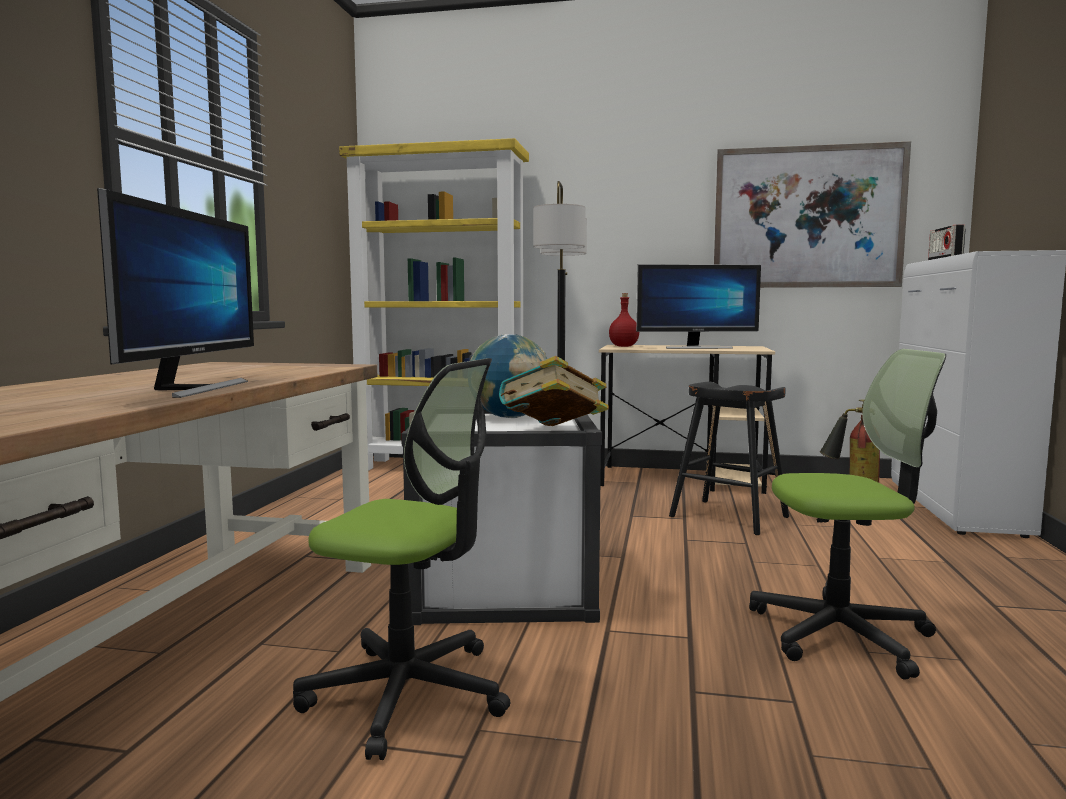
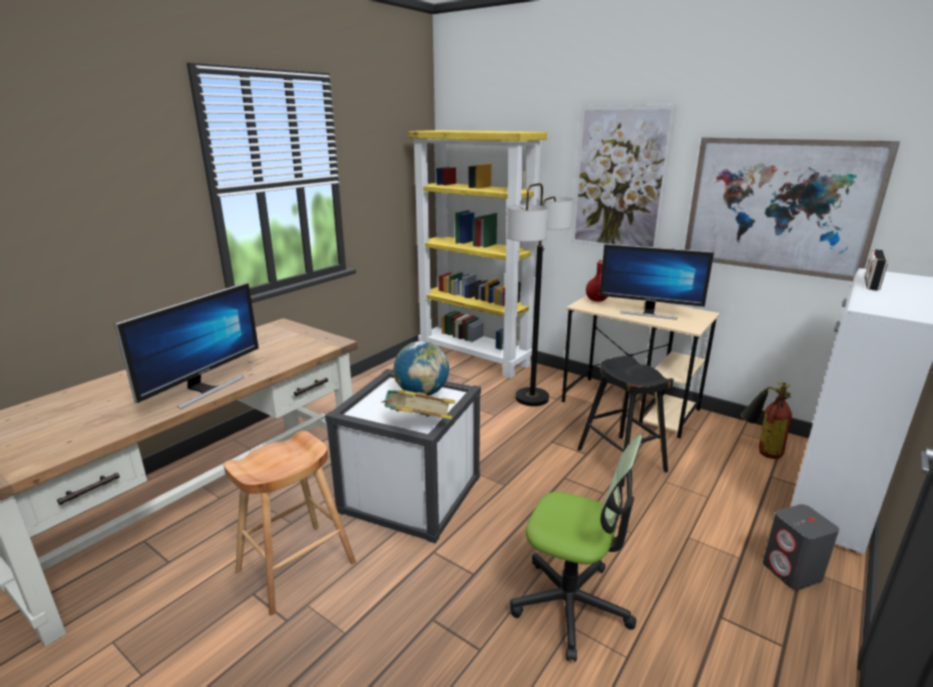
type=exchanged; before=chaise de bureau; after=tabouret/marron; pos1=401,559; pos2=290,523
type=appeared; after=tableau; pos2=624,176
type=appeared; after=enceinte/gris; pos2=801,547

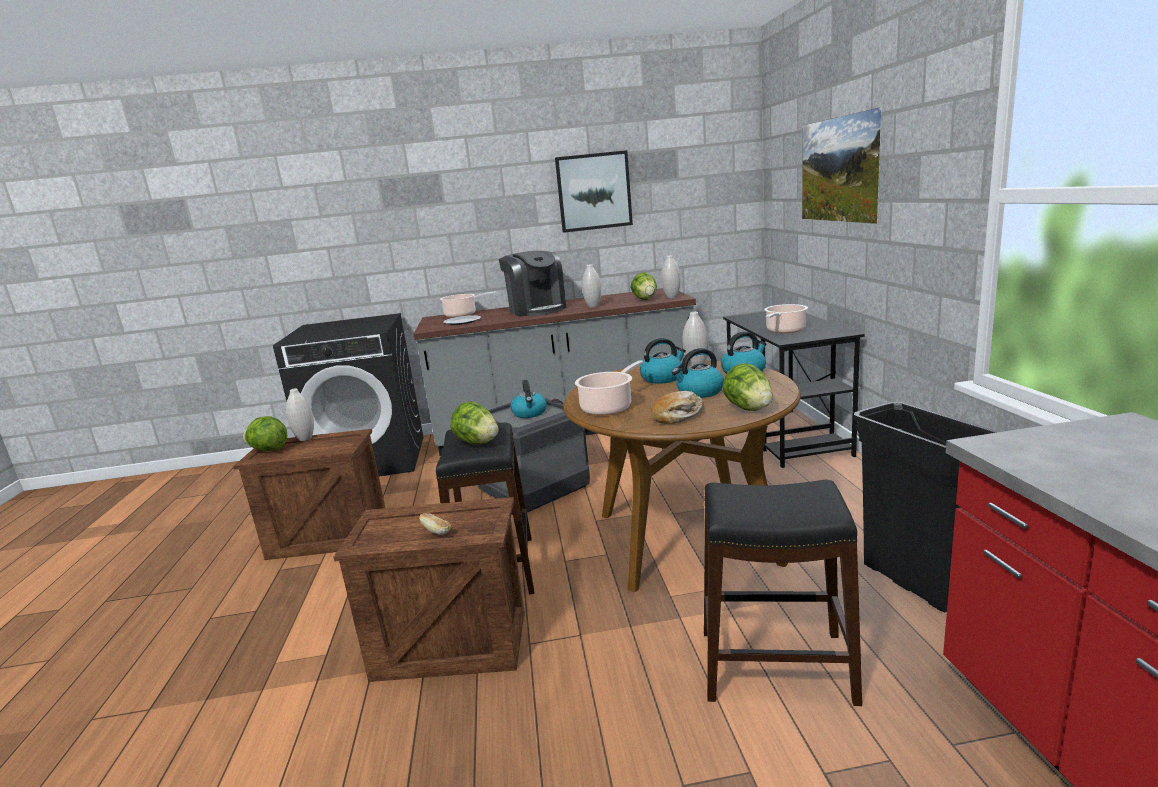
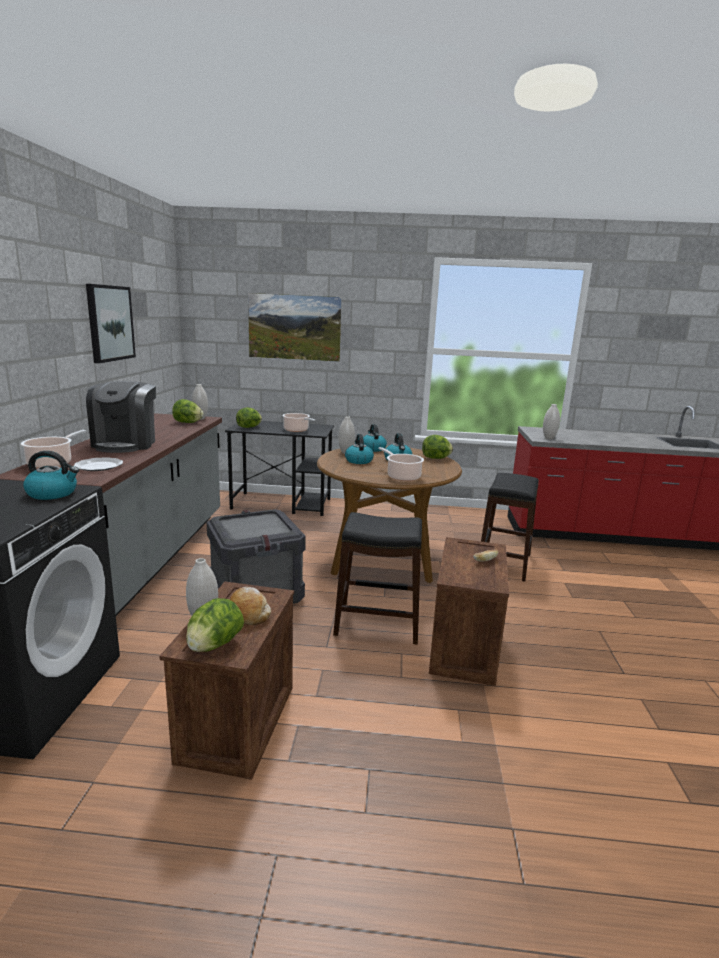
type=spun; before=machine à café; pos1=532,284; pos2=121,417; turn=105
type=relocated; before=vase/blanc; pos1=591,286; pos2=551,421
type=relocated; before=bouilloire; pos1=528,399; pos2=51,475
type=relocated; before=pain; pos1=677,407; pos2=250,606
type=relocated; before=laitue; pos1=474,423; pos2=249,417
type=missing; before=poubelle/noir; pos1=926,507

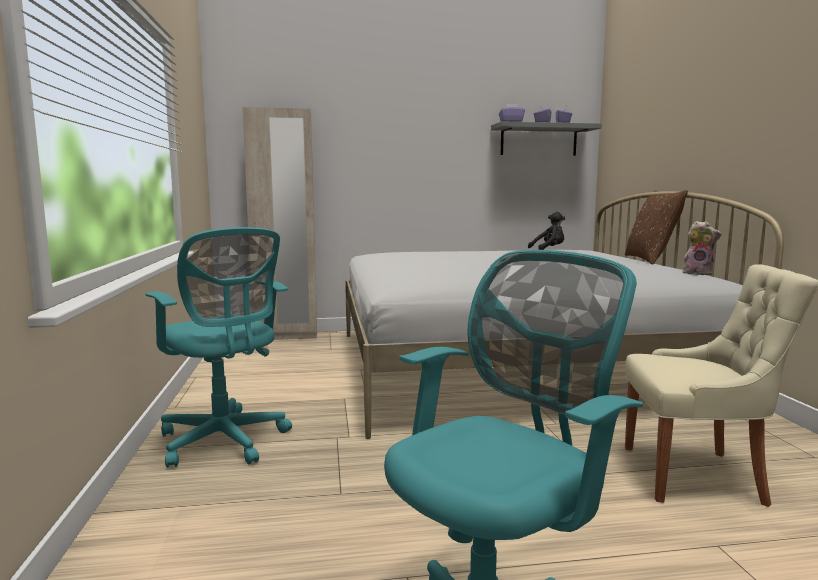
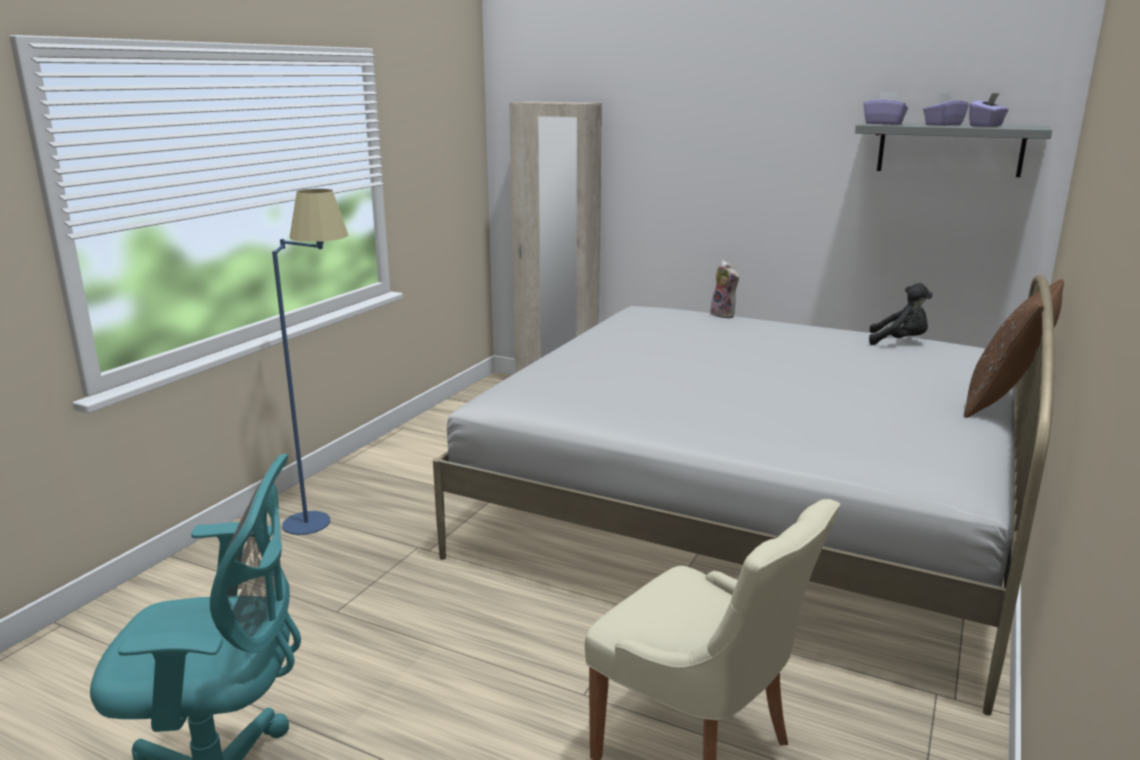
type=relocated; before=peluche; pos1=702,248; pos2=724,289
type=exchanged; before=chaise de bureau/turquoise; after=lampadaire/bleu; pos1=219,347; pos2=310,362

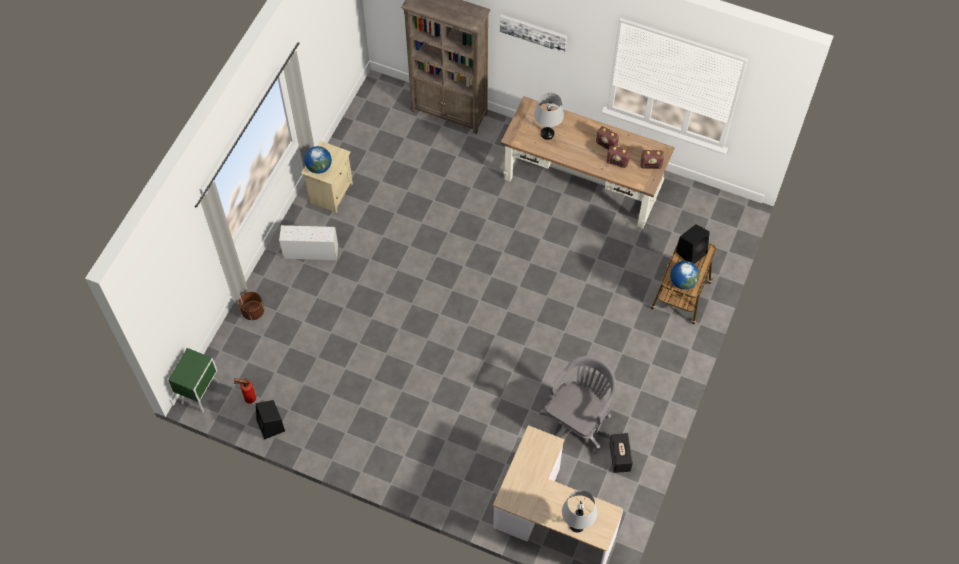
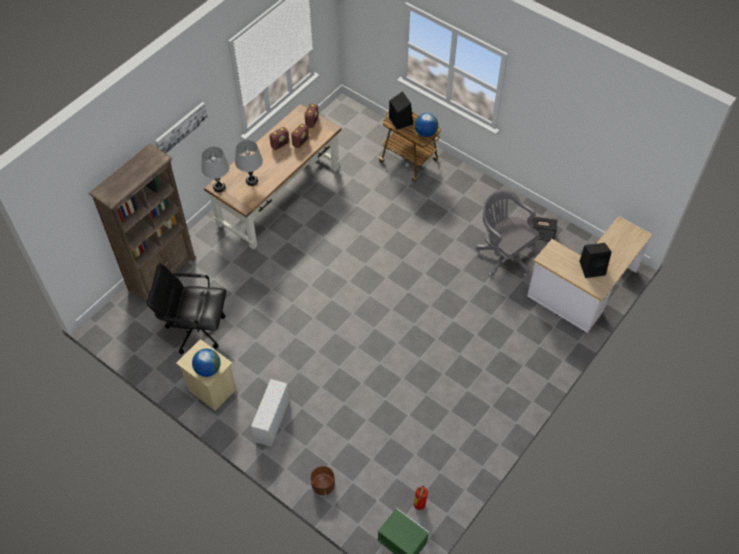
type=relocated; before=enceinte/noir; pos1=270,420; pos2=595,260
type=relocated; before=lampe de table/gris; pos1=580,511; pos2=215,169
type=appeared; after=chaise de bureau/noir; pos2=186,308

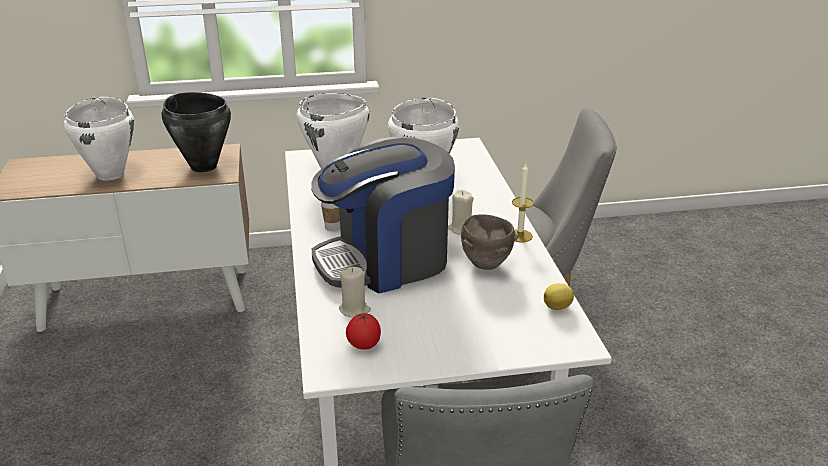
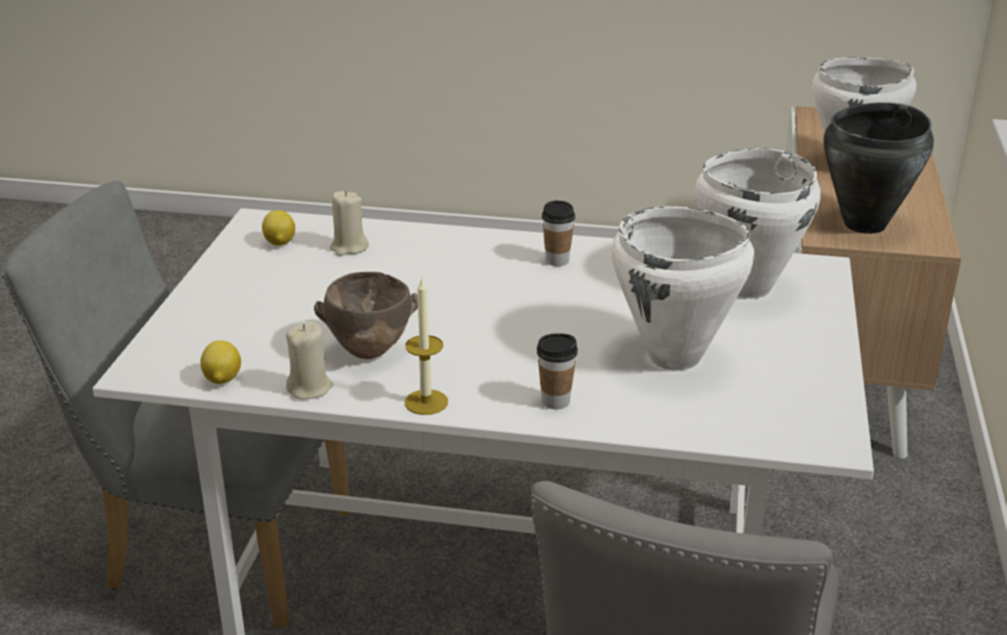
type=missing; before=machine à café; pos1=383,214
type=relocated; before=bougie/beige; pos1=461,212; pos2=309,360
type=exchanged; before=tomate; after=citron; pos1=363,331; pos2=278,228
type=appeared; after=tasse; pos2=557,371

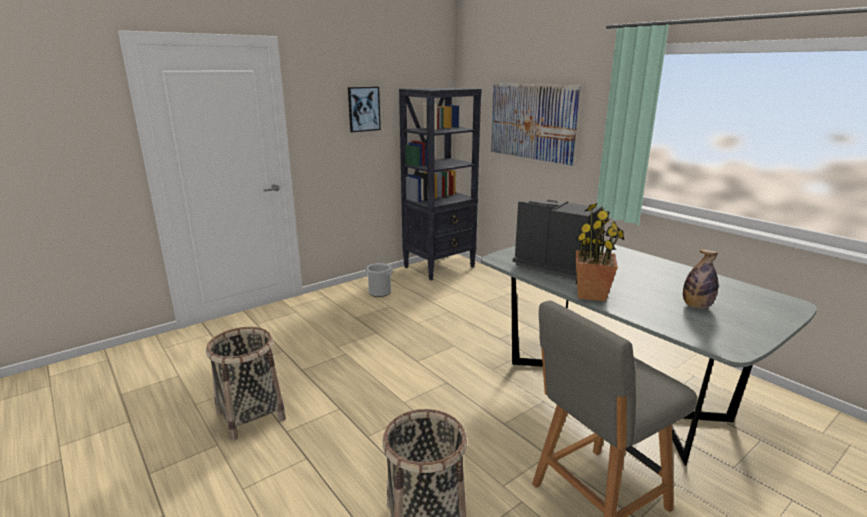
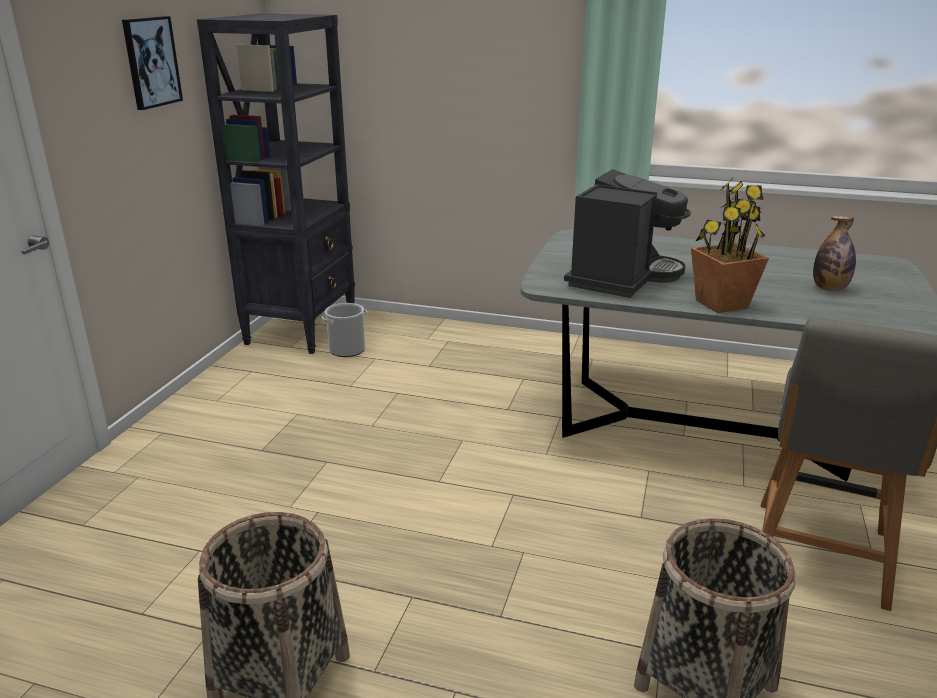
type=missing; before=tableau; pos1=536,124
type=spun; before=machine à café; pos1=558,239; pos2=627,233; turn=120
type=relocated; before=seau; pos1=379,280; pos2=344,330

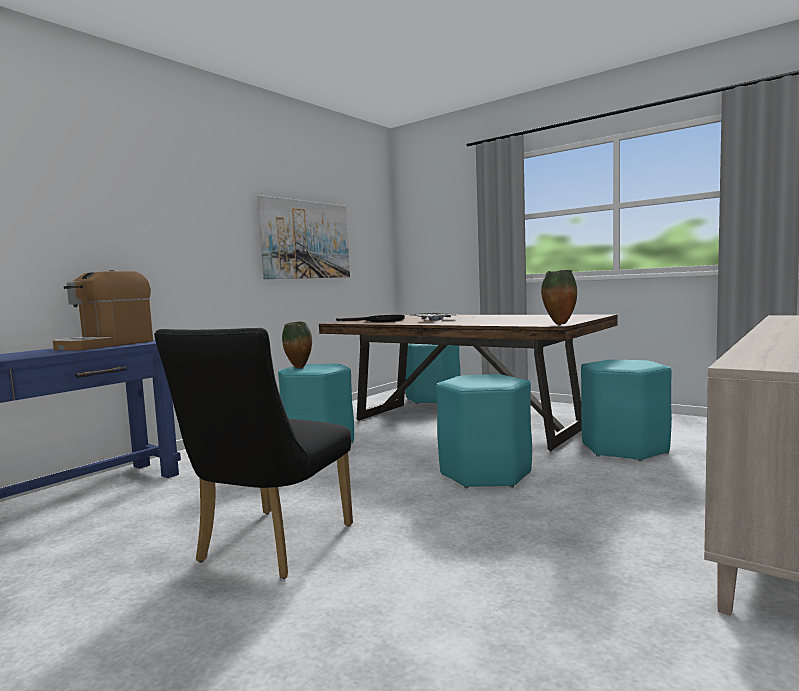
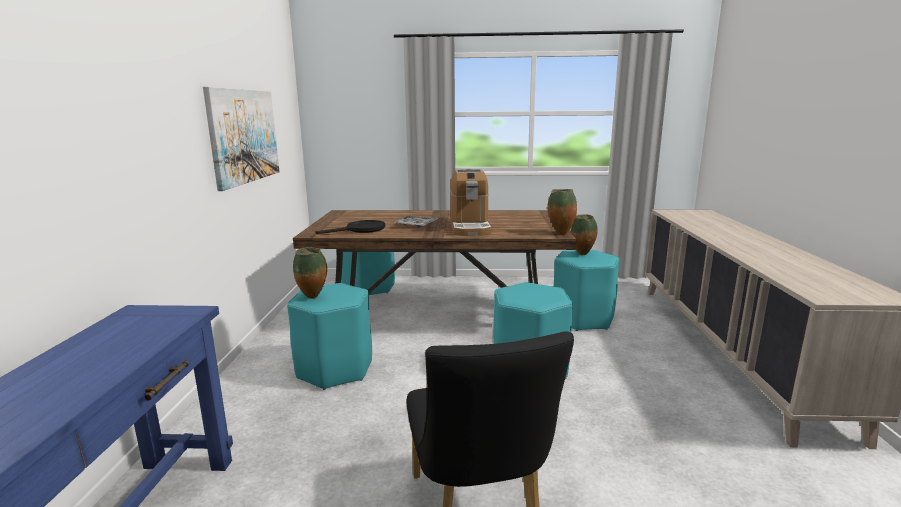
type=relocated; before=machine à café; pos1=103,310; pos2=470,202
type=appeared; after=vase; pos2=584,234

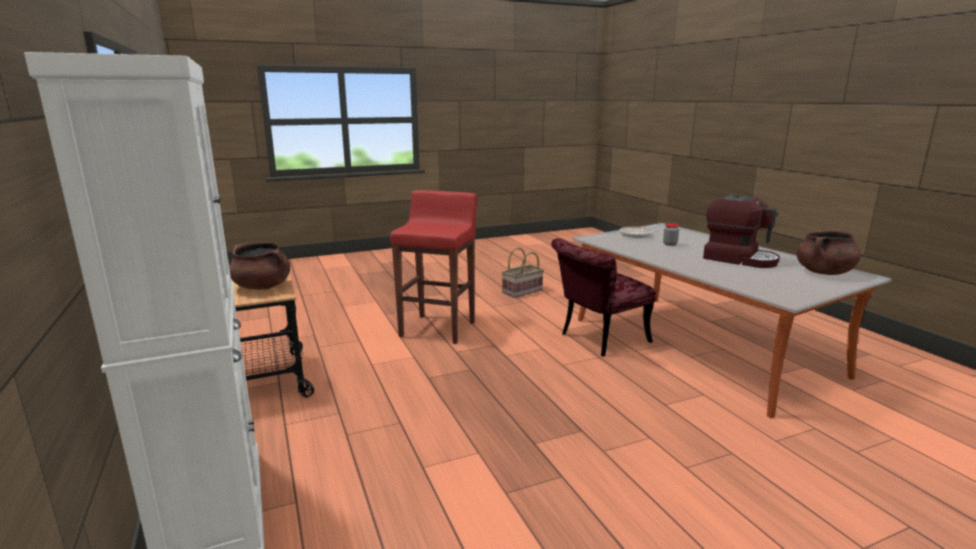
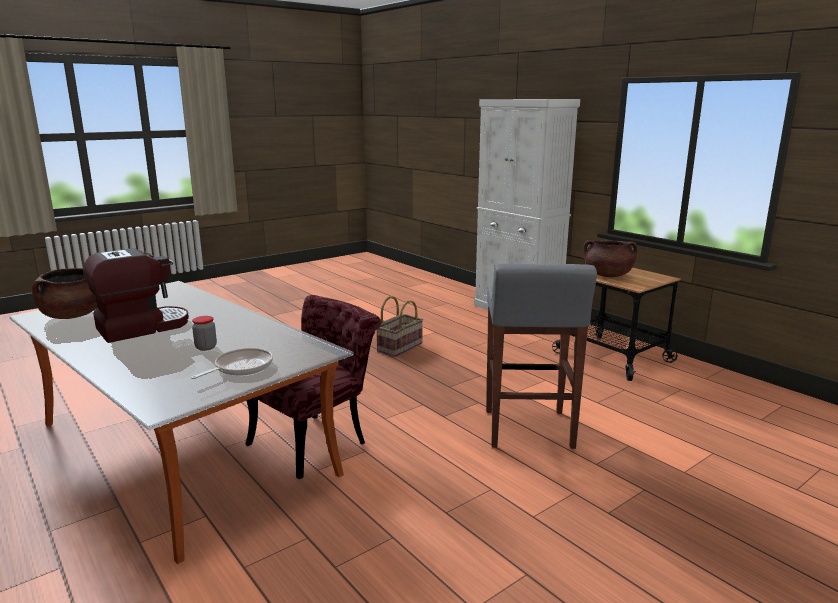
type=colour; before=tabouret/rouge; after=tabouret/gris; pos1=433,267; pos2=541,356
type=spun; before=machine à café; pos1=741,231; pos2=136,295; turn=120
type=relocated; before=panier; pos1=523,272; pos2=400,326

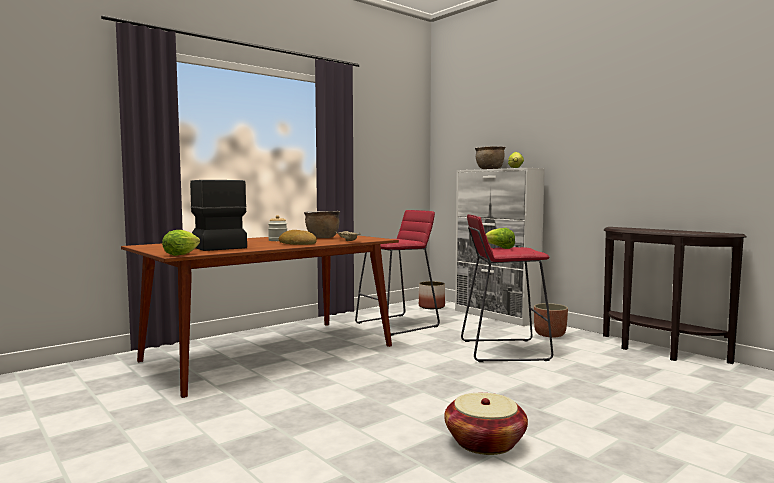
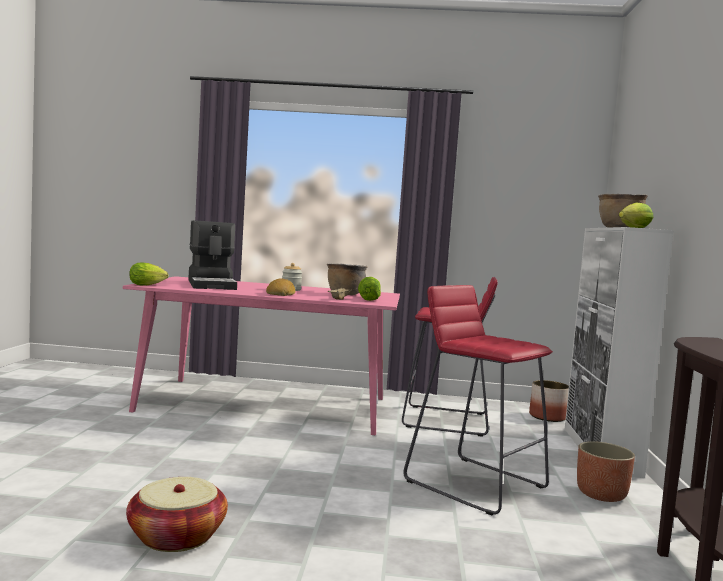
type=spun; before=machine à café; pos1=218,215; pos2=212,255; turn=150
type=relocated; before=laitue; pos1=500,238; pos2=369,289
type=colour; before=table à manger/marron; after=table à manger/rose; pos1=260,315; pos2=261,355

